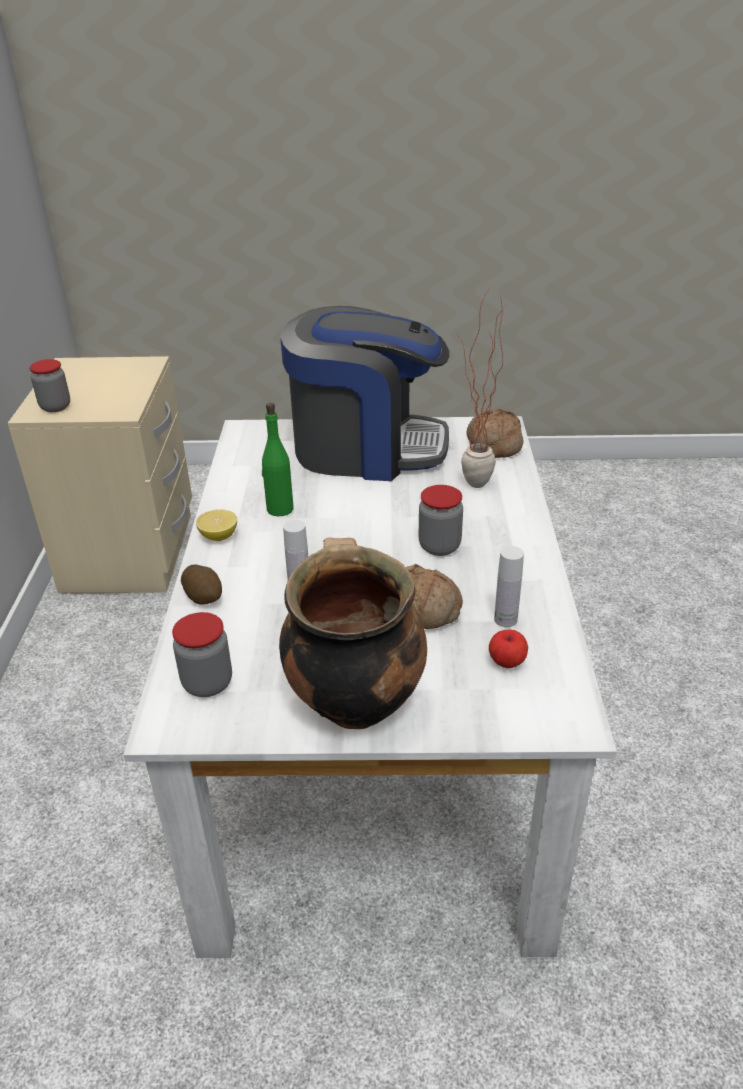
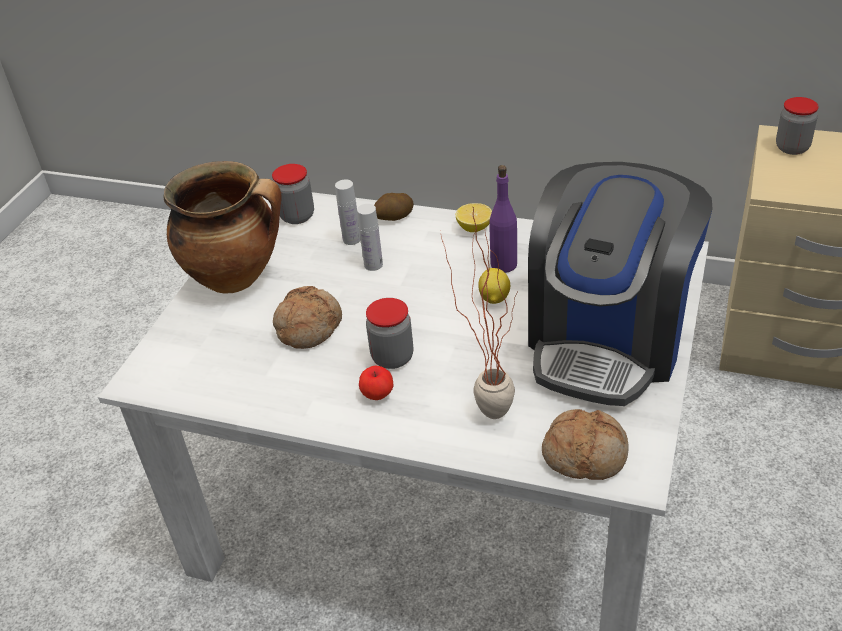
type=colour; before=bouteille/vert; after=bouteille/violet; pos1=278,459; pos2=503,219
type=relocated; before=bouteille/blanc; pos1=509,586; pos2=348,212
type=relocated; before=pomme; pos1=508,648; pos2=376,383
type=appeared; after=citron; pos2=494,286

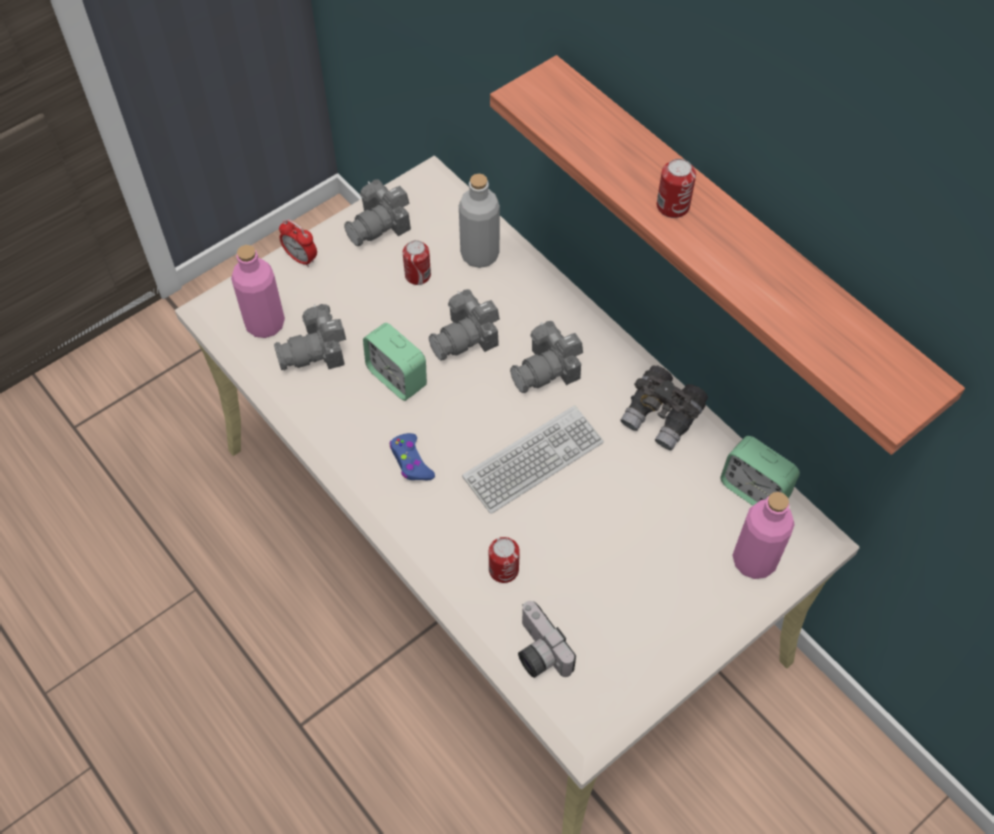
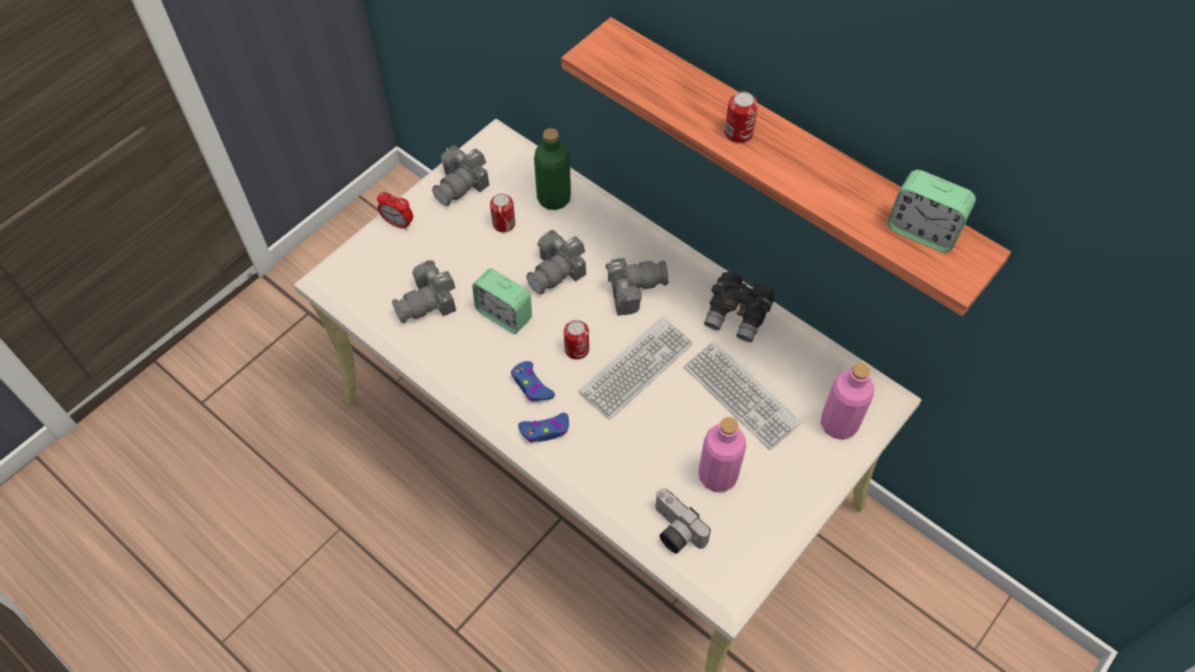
type=colour; before=bouteille/gris; after=bouteille/vert; pos1=479,221; pos2=552,169
type=relocated; before=bouteille/rose; pos1=258,291; pos2=722,454
type=spun; before=appareil photo; pos1=546,357; pos2=637,286; turn=-150
type=relocated; before=réveil; pos1=760,471; pos2=931,211
type=relocated; before=boîte métallique; pos1=504,560; pos2=576,340
type=appeared; after=clavier; pos2=743,395
type=appeared; after=manette/bleu; pos2=543,428

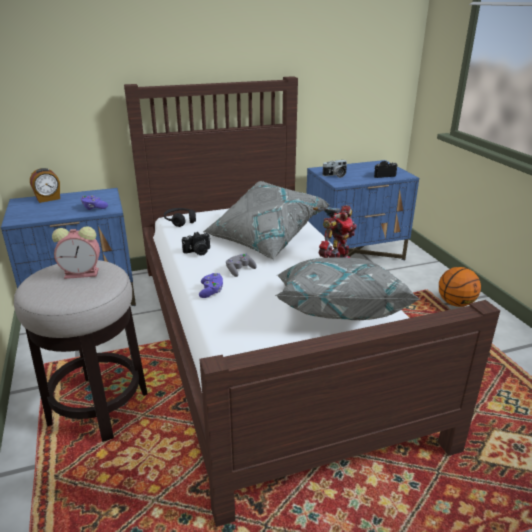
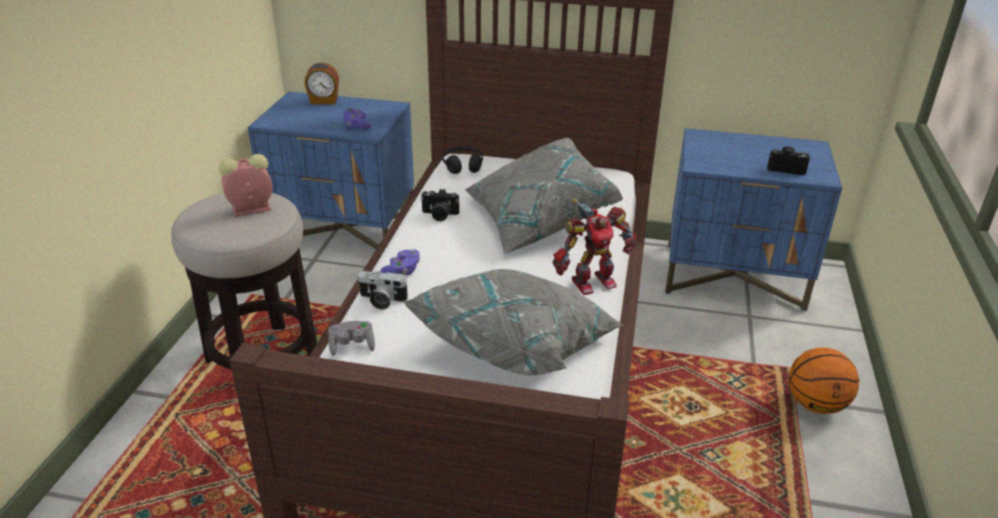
type=relocated; before=appareil photo; pos1=334,169; pos2=383,290
type=spun; before=réveil; pos1=76,252; pos2=246,185; turn=135
type=relocated; before=manette/gris; pos1=241,265; pos2=351,338

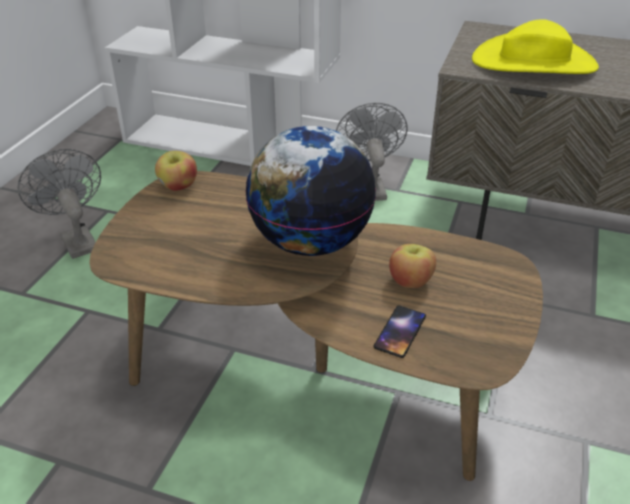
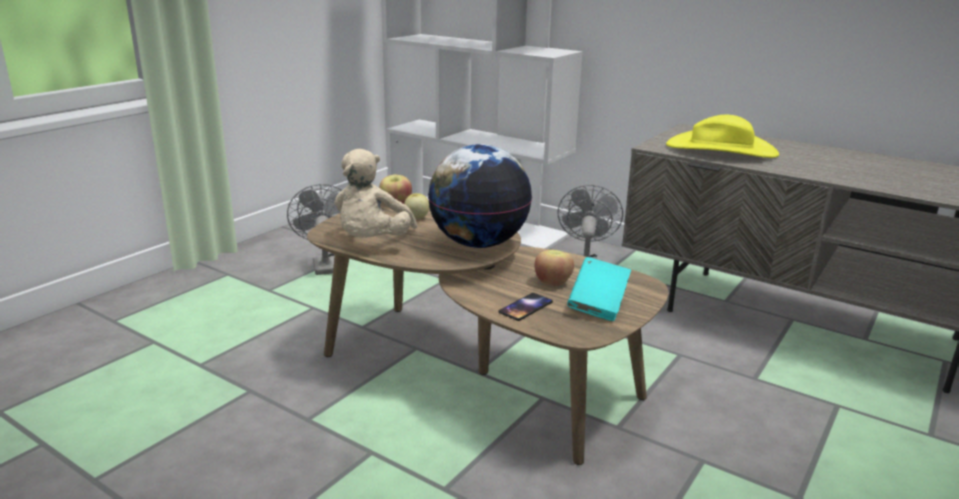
type=appeared; after=peluche/beige; pos2=375,193
type=appeared; after=pomme; pos2=416,206
type=appeared; after=livre/turquoise; pos2=599,289

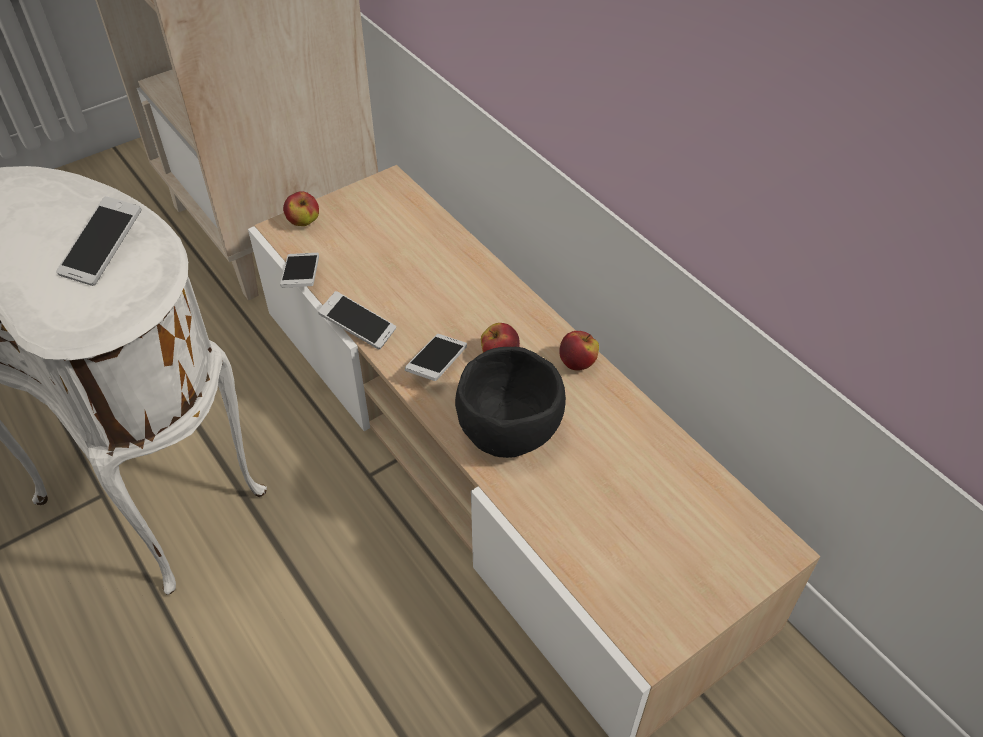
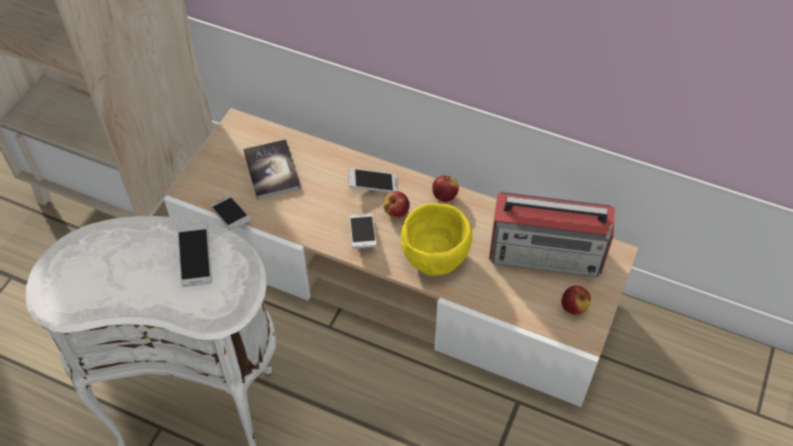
type=relocated; before=pomme; pos1=301,208; pos2=576,300
type=relocated; before=téléphone; pos1=357,320; pos2=373,180
type=colour; before=bol/noir; after=bol/jaune; pos1=510,402; pos2=436,239
type=appeared; after=livre; pos2=272,169
type=appeared; after=radio; pos2=552,234

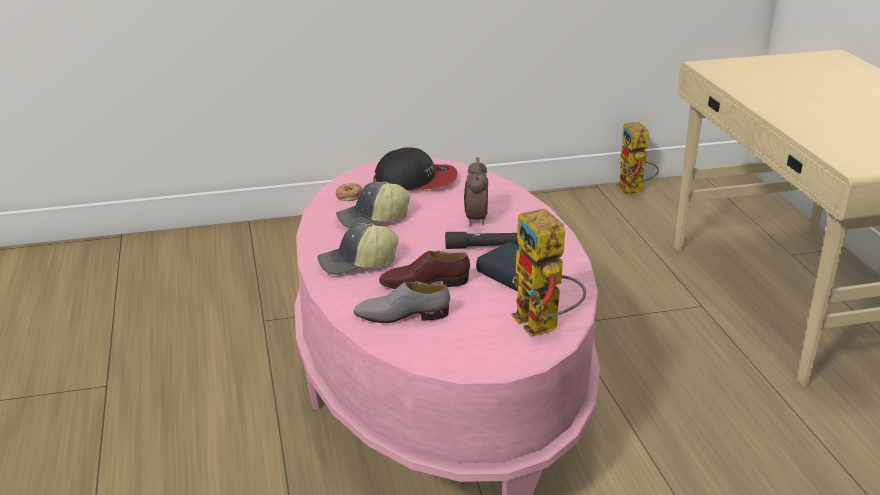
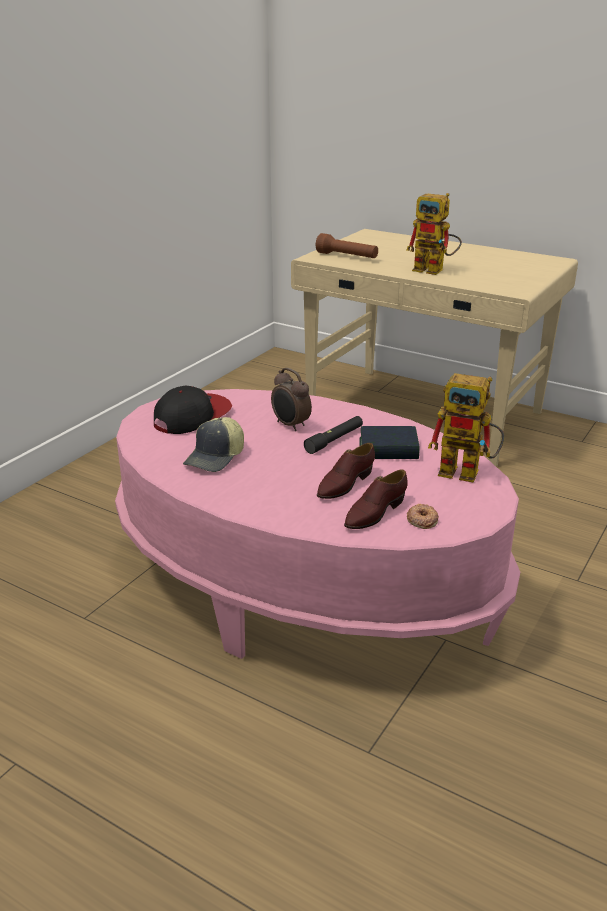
type=relocated; before=robot jouet; pos1=637,158; pos2=434,234
type=relocated; before=beignet; pos1=349,192; pos2=423,516
type=missing; before=casquette; pos1=358,249
type=colour; before=chaussure/gris; after=chaussure/marron; pos1=402,302; pos2=376,499
type=appeared; after=lampe de poche/marron; pos2=347,245

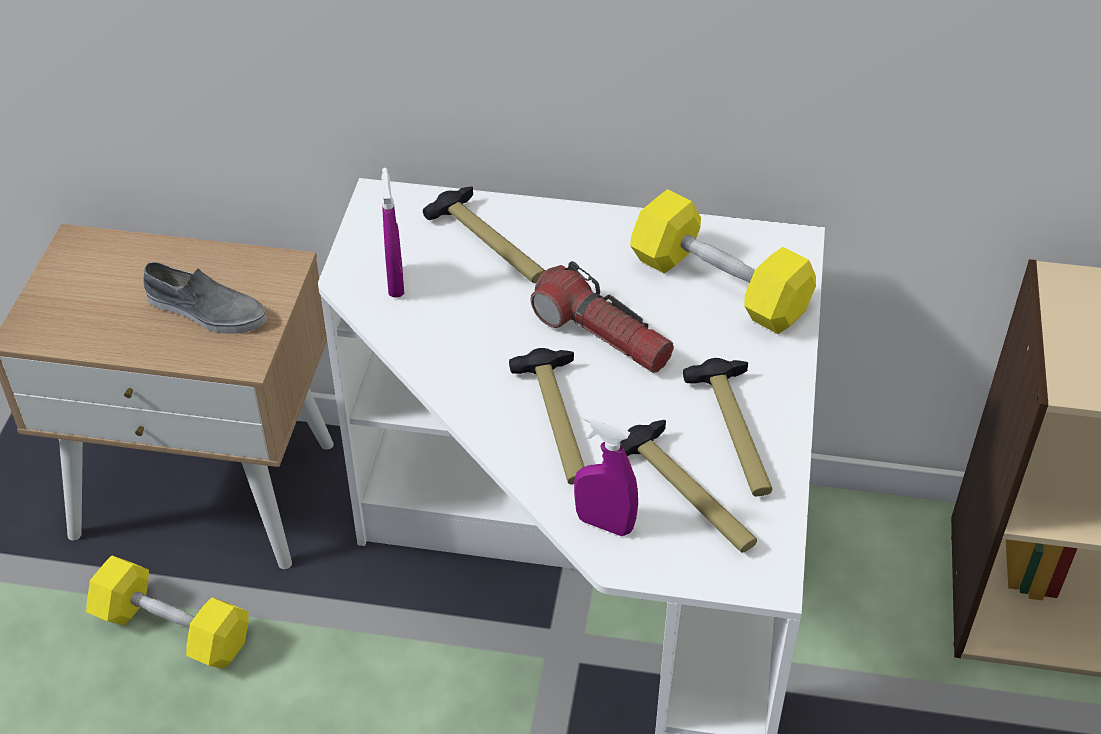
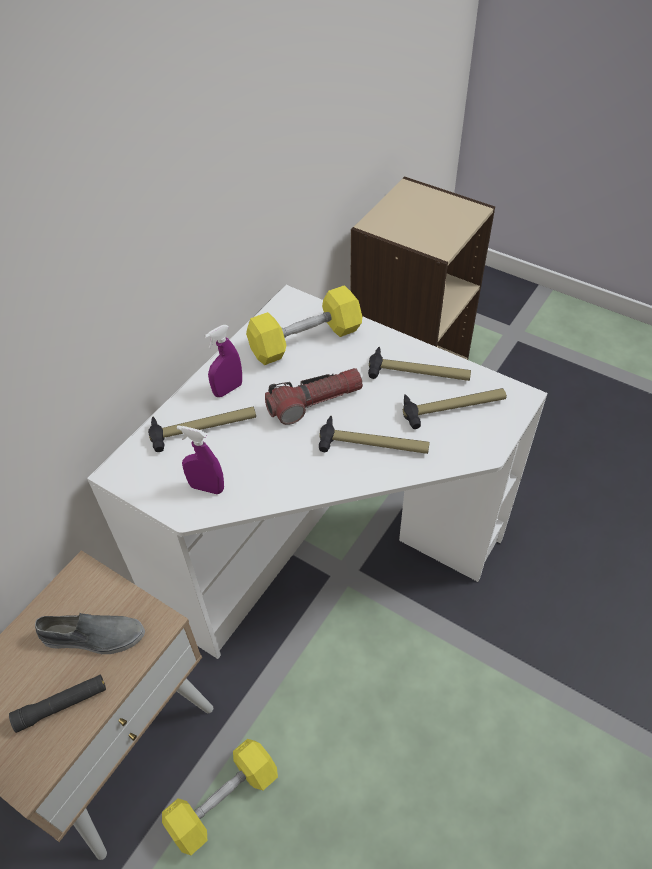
type=spun; before=chaussure/gris; pos1=205,298; pos2=90,633; turn=45
type=relocated; before=vaporisateur/violet; pos1=606,475; pos2=223,361
type=appeared; after=lampe de poche/noir; pos2=57,704

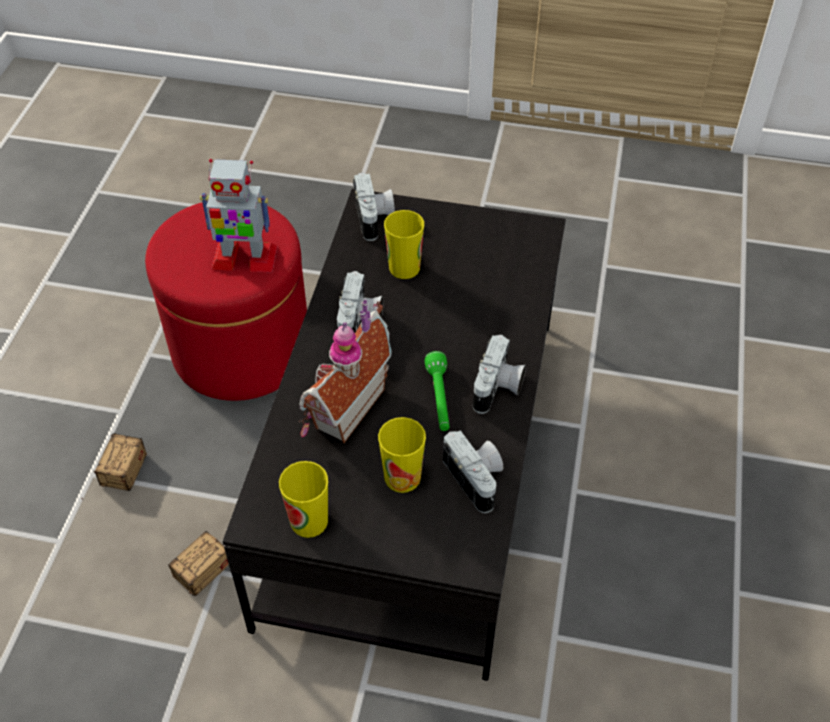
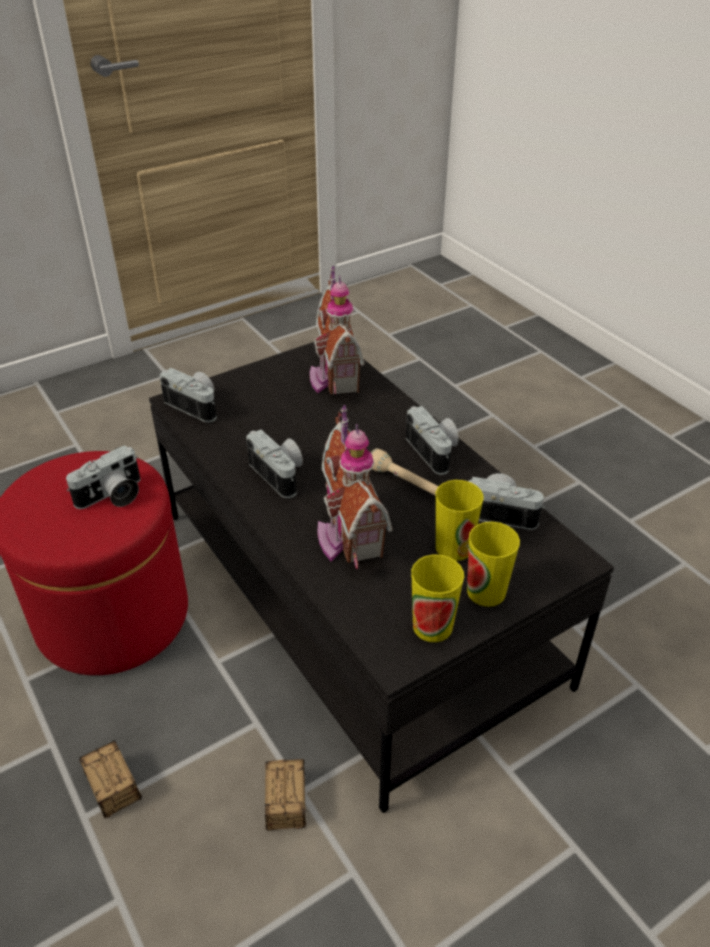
type=exchanged; before=robot jouet; after=appareil photo; pos1=238,215; pos2=103,477
type=relocated; before=tasse; pos1=404,244; pos2=493,564
type=colour; before=lampe de poche/vert; after=lampe de poche/beige; pos1=437,391; pos2=405,472
type=appeared; after=maison miniature; pos2=337,330

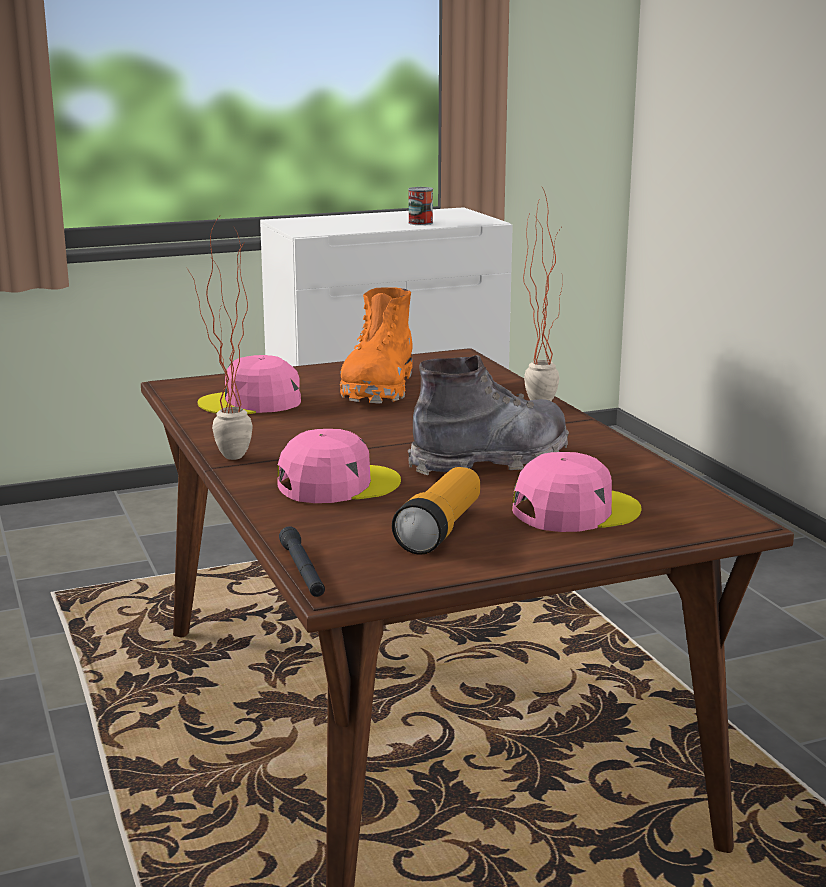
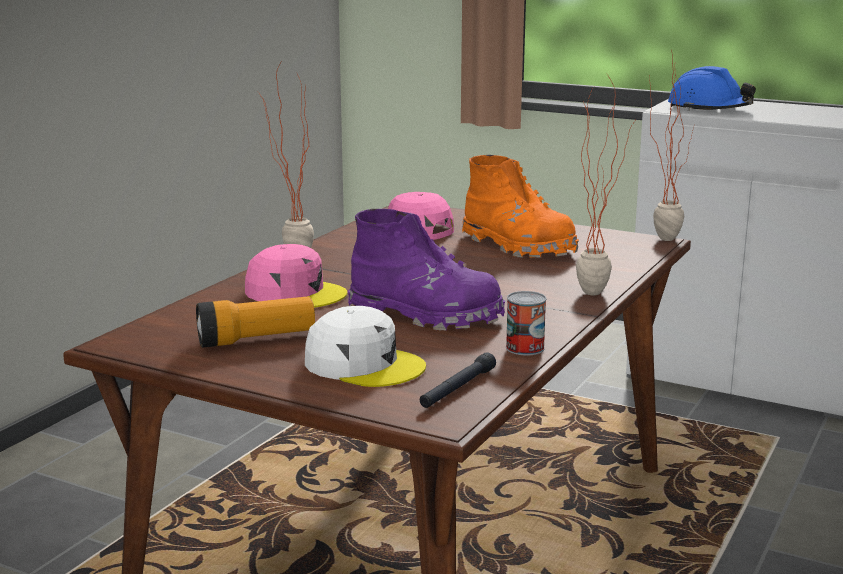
type=relocated; before=boîte métallique; pos1=420,206; pos2=526,323
type=spun; before=botte/orange; pos1=376,345; pos2=520,206; turn=-105
type=colour; before=botte/gris; after=botte/violet; pos1=488,415; pos2=426,270
type=colour; before=casquette/rose; after=casquette/blanc; pos1=576,492; pos2=365,346
type=relocated; before=lampe de poche/noir; pos1=302,561; pos2=458,380
type=appeared; after=plante en pot; pos2=671,145
type=appeared; after=casque de chantier/bleu; pos2=712,88

